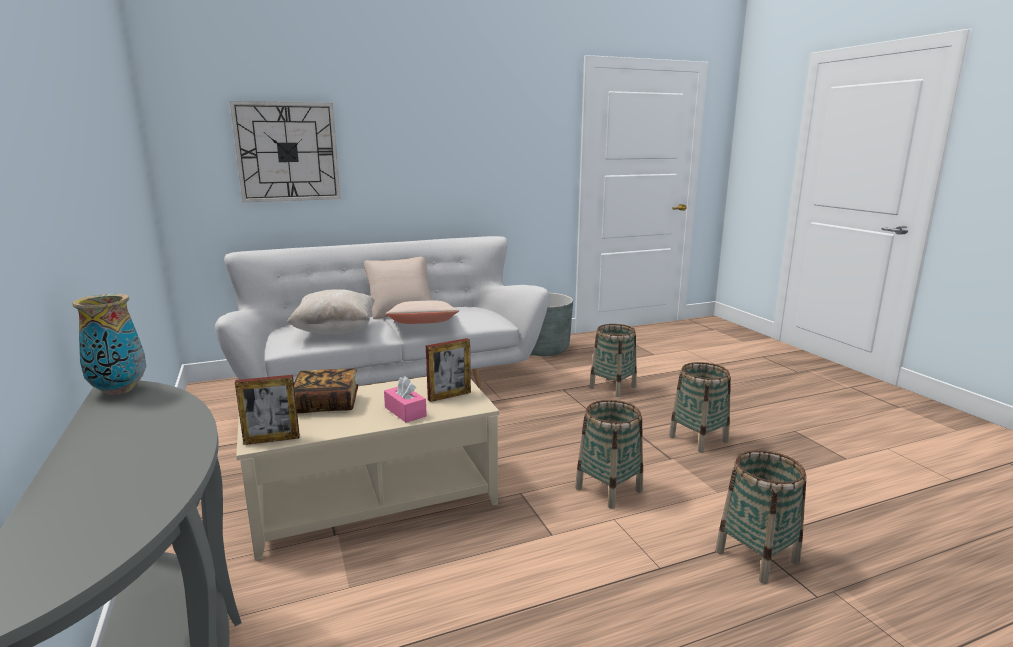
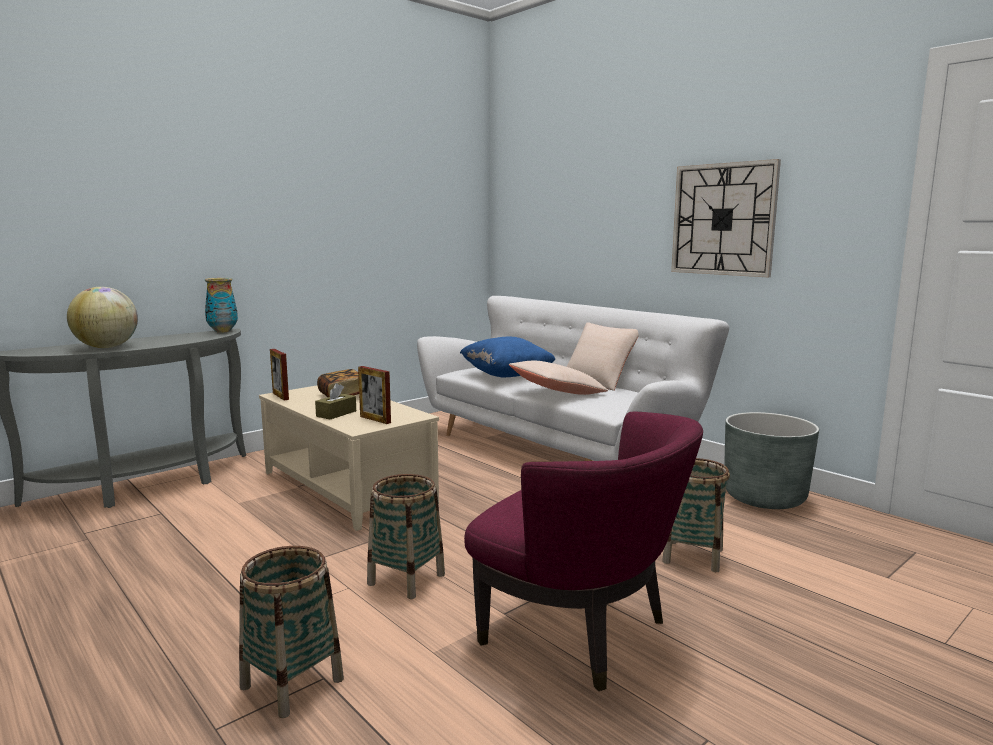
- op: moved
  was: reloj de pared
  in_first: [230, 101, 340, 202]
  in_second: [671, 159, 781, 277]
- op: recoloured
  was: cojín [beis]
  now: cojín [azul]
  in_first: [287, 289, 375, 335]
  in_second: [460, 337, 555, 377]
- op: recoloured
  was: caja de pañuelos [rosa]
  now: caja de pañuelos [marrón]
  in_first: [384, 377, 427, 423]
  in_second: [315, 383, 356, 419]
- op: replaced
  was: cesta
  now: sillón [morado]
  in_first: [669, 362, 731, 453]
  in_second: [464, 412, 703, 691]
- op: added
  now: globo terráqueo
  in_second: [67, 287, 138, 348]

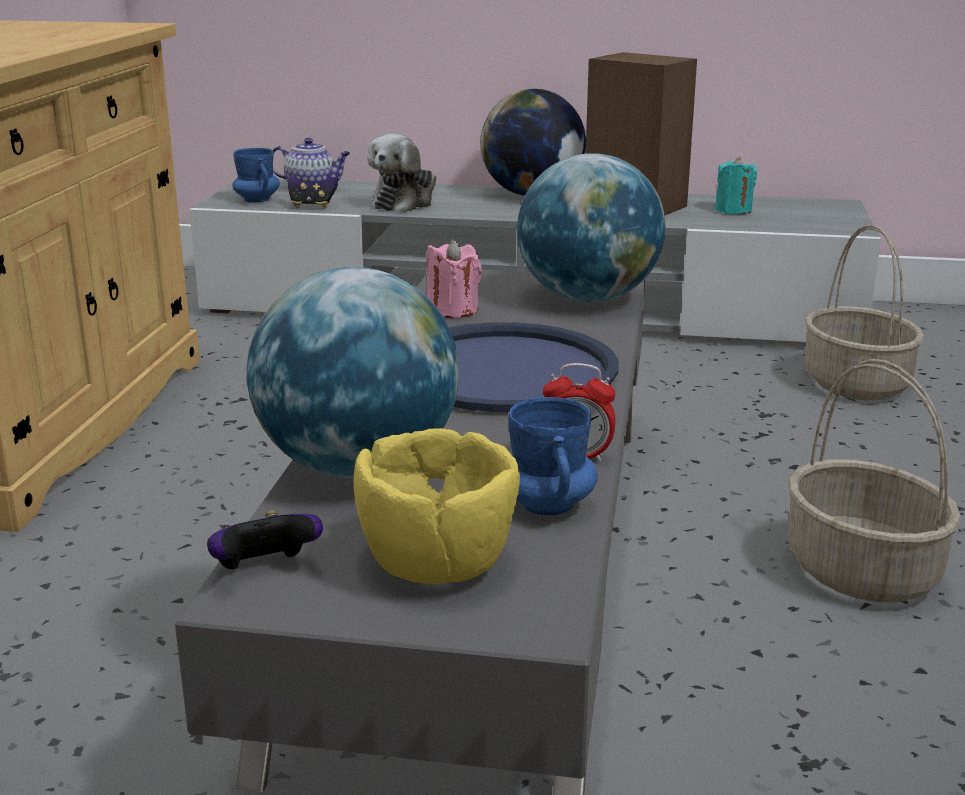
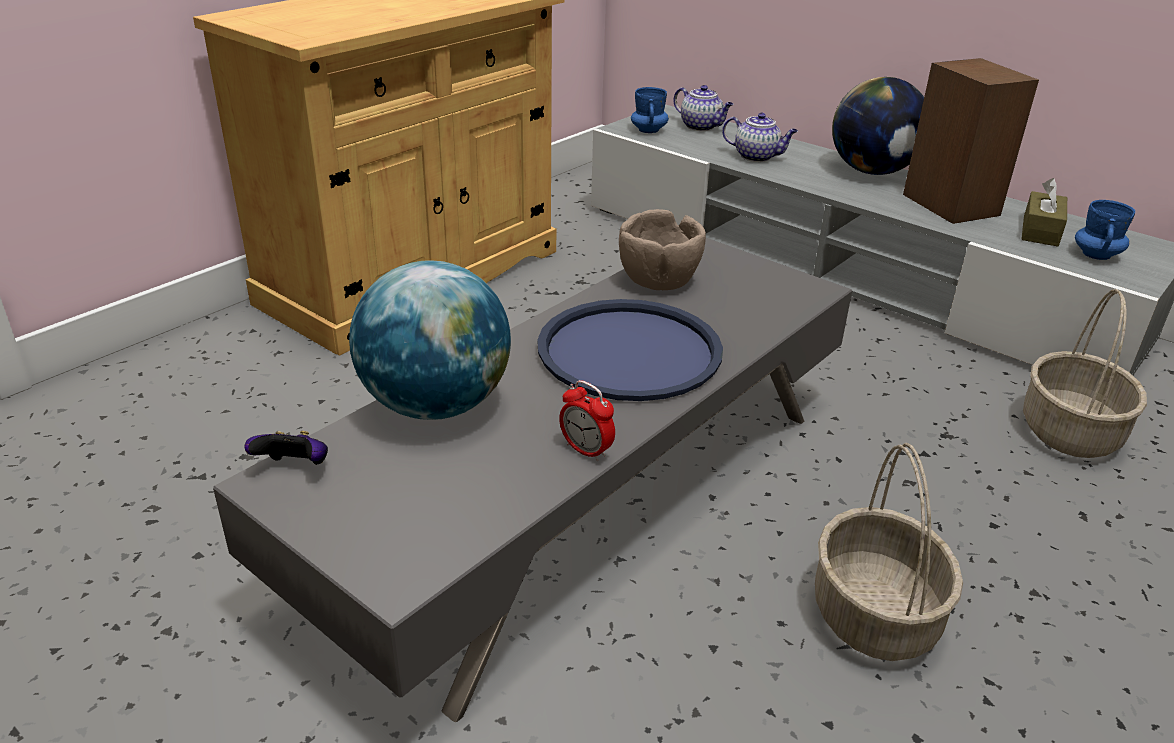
- op: removed
  was: mando de consola
  in_first: [288, 176, 338, 208]
- op: removed
  was: cuenco [amarillo]
  in_first: [354, 428, 520, 584]
- op: replaced
  was: peluche
  now: tetera
  in_first: [367, 134, 436, 212]
  in_second: [722, 113, 798, 162]
- op: replaced
  was: vela [rosa]
  now: cuenco [marrón]
  in_first: [426, 239, 482, 318]
  in_second: [619, 209, 706, 290]
- op: moved
  was: taza grande [azul]
  in_first: [508, 397, 598, 515]
  in_second: [1075, 200, 1135, 260]
- op: removed
  was: globo terráqueo
  in_first: [517, 153, 666, 302]
- op: replaced
  was: vela [turquesa]
  now: caja de pañuelos [marrón]
  in_first: [715, 157, 757, 214]
  in_second: [1022, 178, 1067, 247]

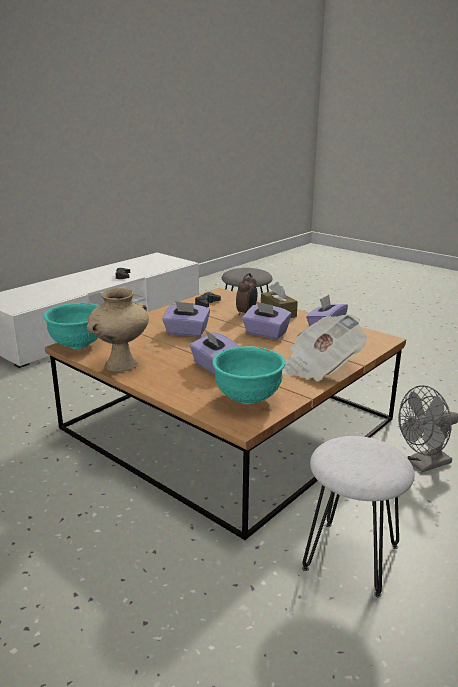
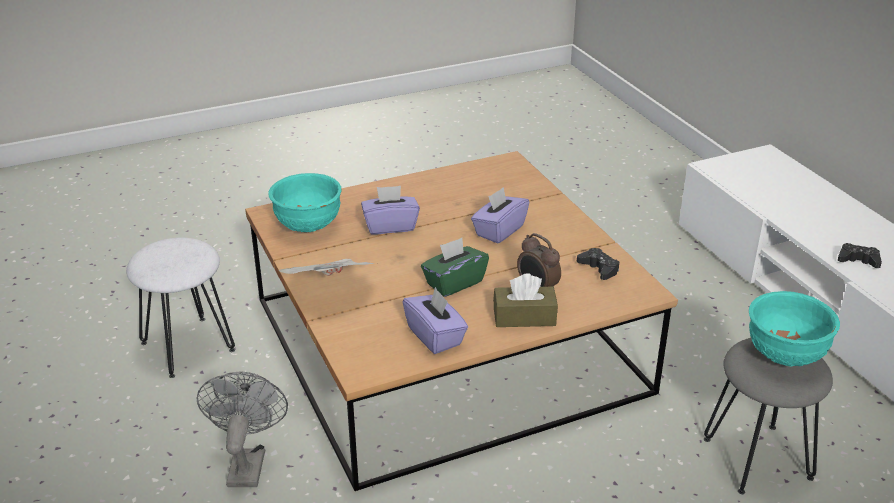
- op: moved
  was: cuenco [turquesa]
  in_first: [44, 303, 100, 349]
  in_second: [749, 291, 840, 367]
- op: removed
  was: florero [beis]
  in_first: [87, 288, 149, 372]
- op: recoloured
  was: caja de pañuelos [morado]
  now: caja de pañuelos [verde]
  in_first: [242, 302, 291, 339]
  in_second: [421, 238, 489, 297]

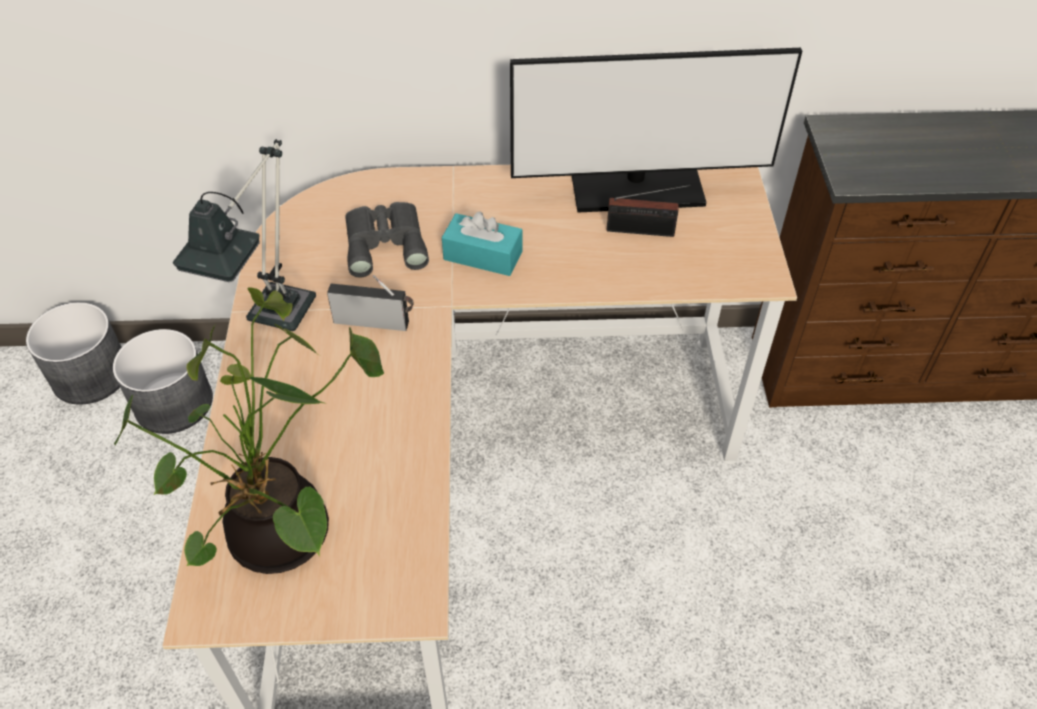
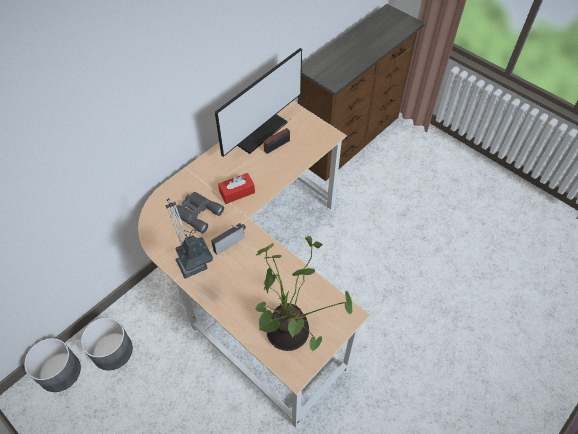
- op: recoloured
  was: caja de pañuelos [turquesa]
  now: caja de pañuelos [rojo]
  in_first: [442, 211, 522, 276]
  in_second: [218, 173, 255, 204]

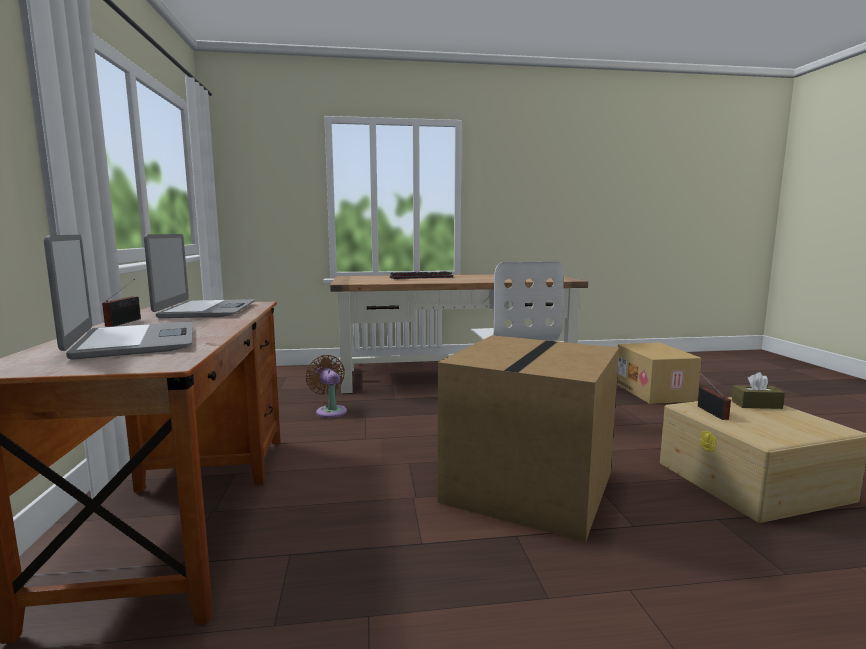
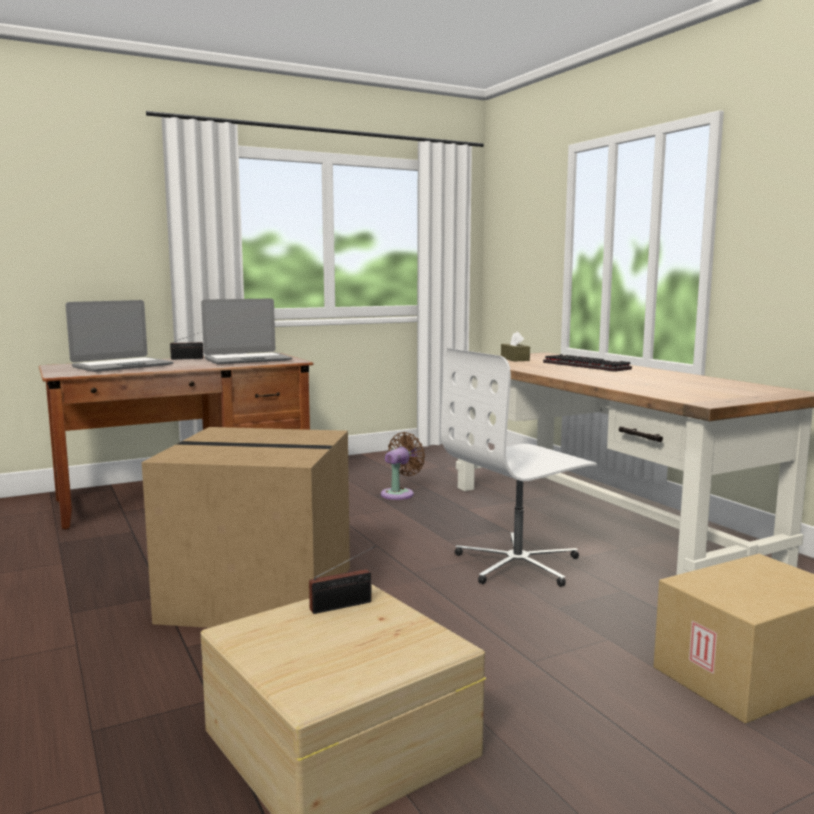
- op: moved
  was: caja de pañuelos [marrón]
  in_first: [732, 372, 785, 409]
  in_second: [501, 331, 530, 361]

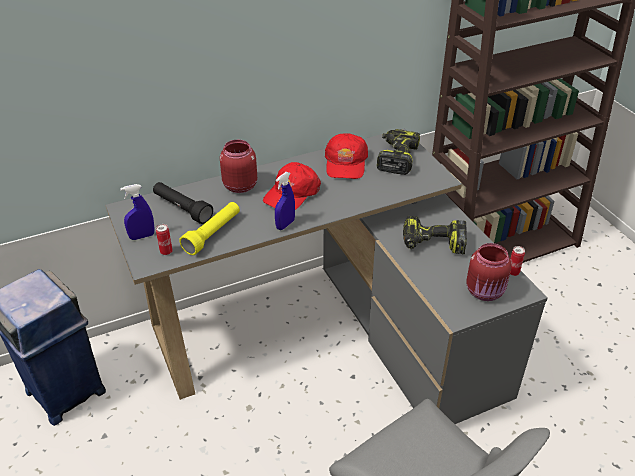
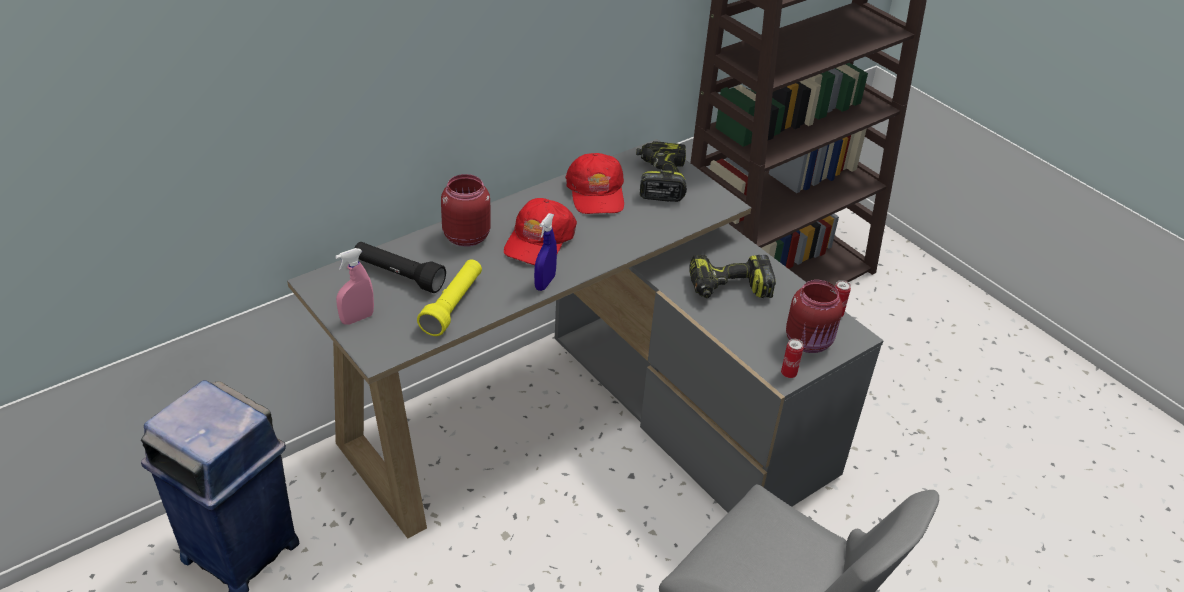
- op: recoloured
  was: pulverizador [azul]
  now: pulverizador [rosa]
  in_first: [120, 184, 154, 240]
  in_second: [335, 248, 374, 325]
- op: moved
  was: lata
  in_first: [156, 224, 173, 255]
  in_second: [781, 339, 804, 378]

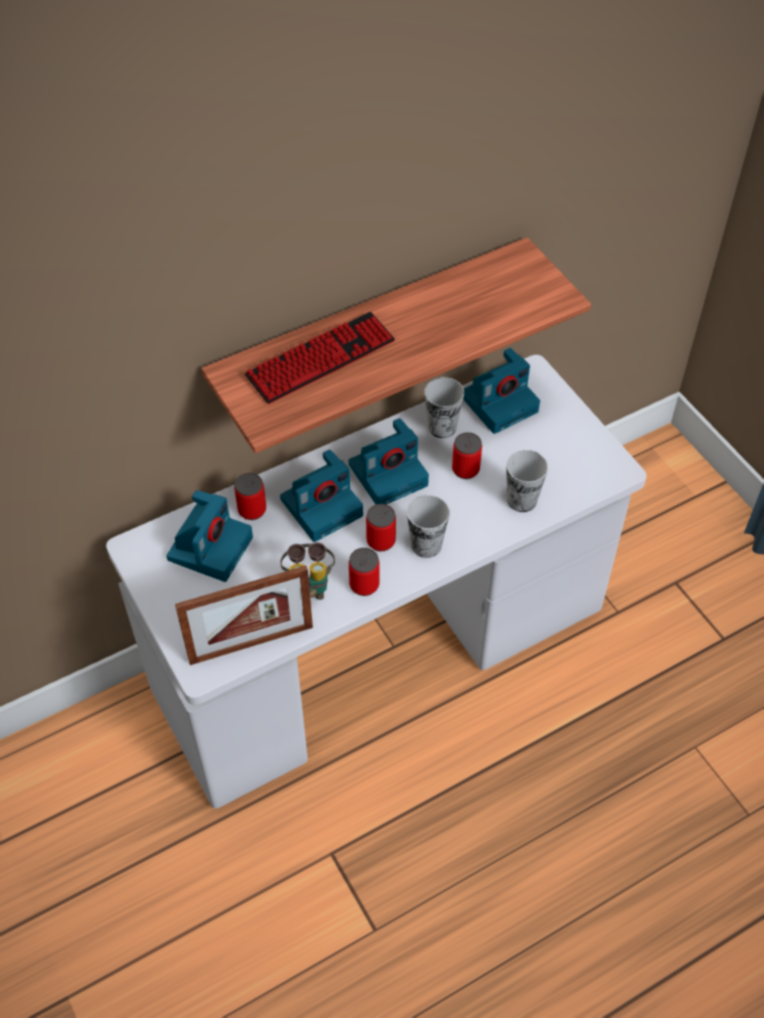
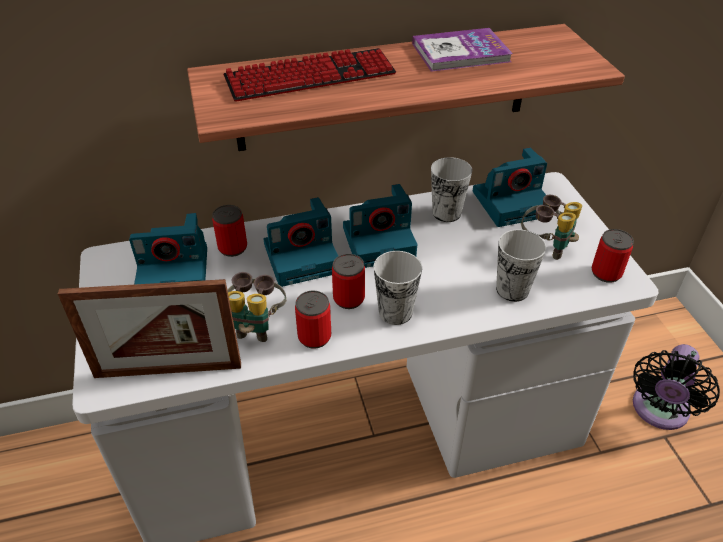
- op: turned
  was: cámara
  in_first: [166, 490, 253, 582]
  in_second: [129, 213, 207, 285]
  clockwise: 45
- op: moved
  was: lata
  in_first: [452, 432, 482, 479]
  in_second: [592, 229, 634, 283]
- op: added
  now: libro
  in_second: [412, 28, 513, 72]
- op: added
  now: prismáticos
  in_second: [521, 195, 582, 260]
- op: added
  now: ventilador [negro]
  in_second: [633, 344, 720, 430]

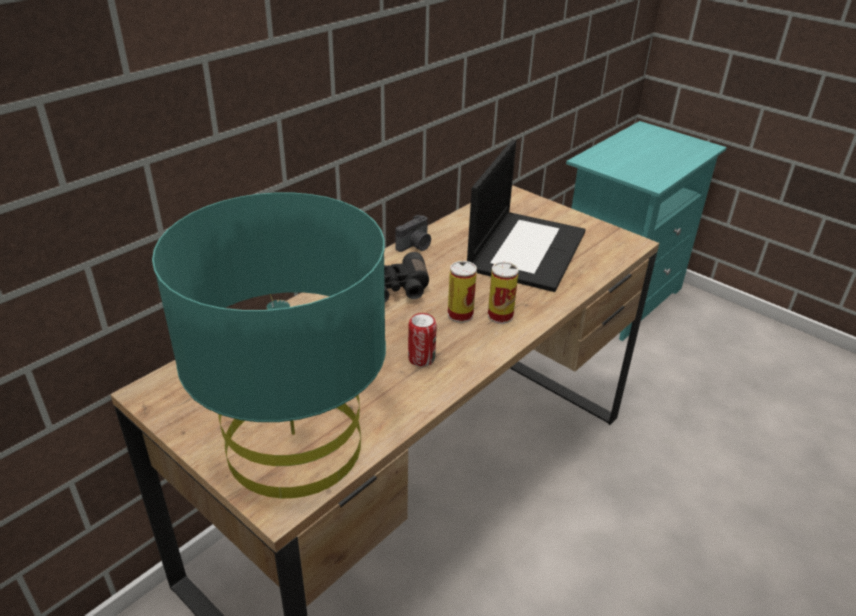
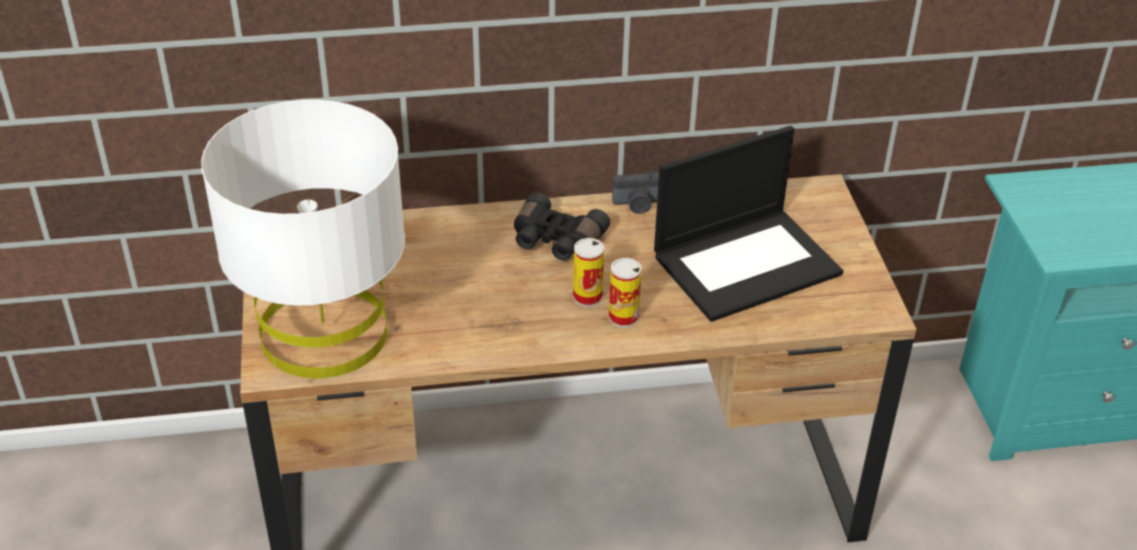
- op: recoloured
  was: lámpara de mesa [turquesa]
  now: lámpara de mesa [blanco]
  in_first: [152, 192, 386, 498]
  in_second: [201, 100, 405, 378]
- op: removed
  was: lata
  in_first: [408, 313, 437, 367]

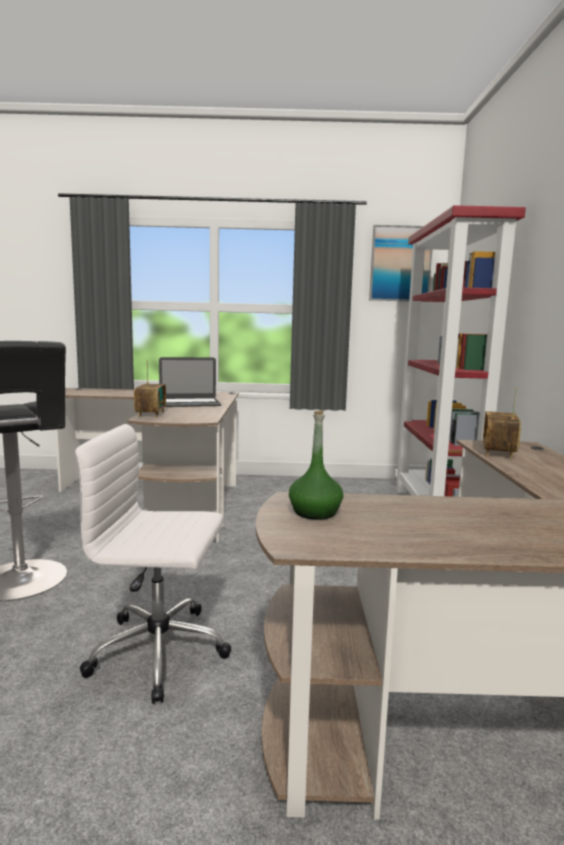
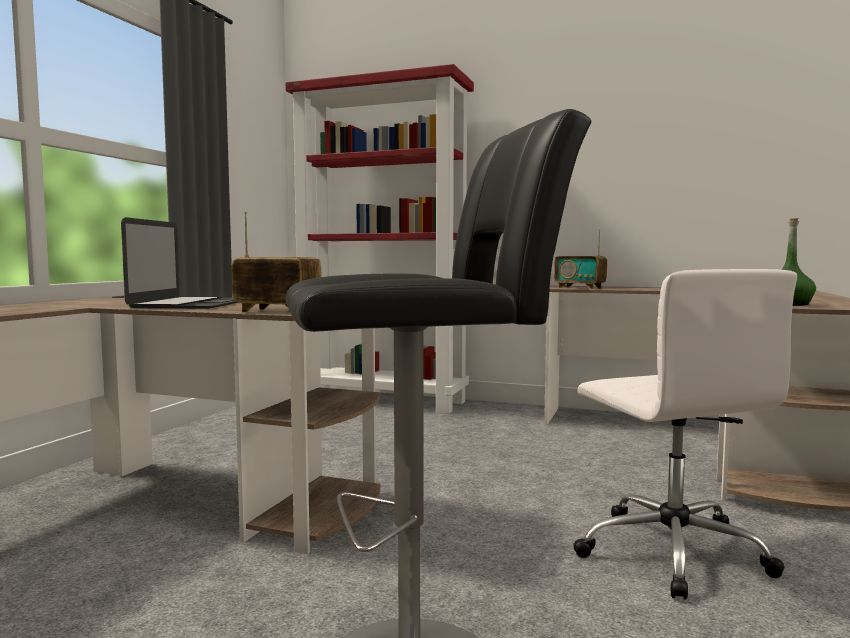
- op: turned
  was: silla de oficina [blanco]
  in_first: [75, 424, 231, 704]
  in_second: [573, 269, 797, 599]
  clockwise: -45
- op: removed
  was: cuadro
  in_first: [369, 225, 433, 301]

